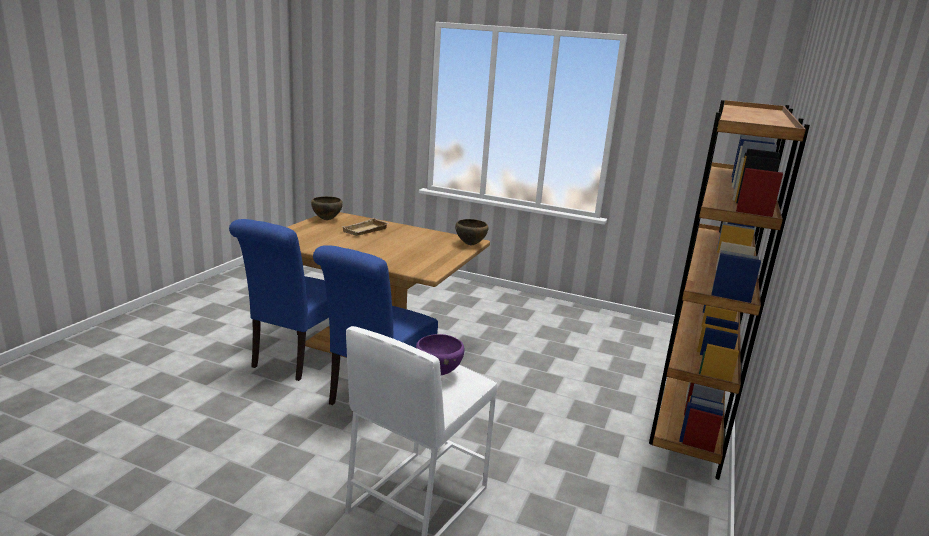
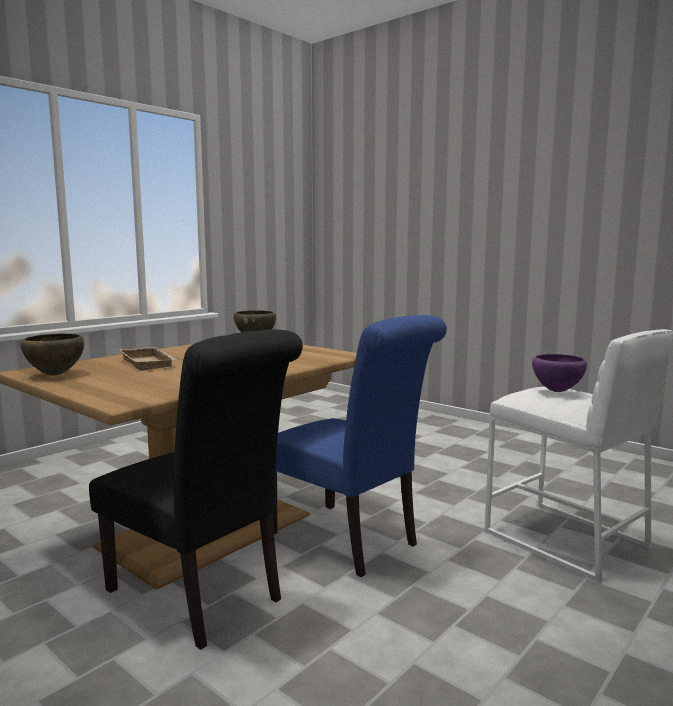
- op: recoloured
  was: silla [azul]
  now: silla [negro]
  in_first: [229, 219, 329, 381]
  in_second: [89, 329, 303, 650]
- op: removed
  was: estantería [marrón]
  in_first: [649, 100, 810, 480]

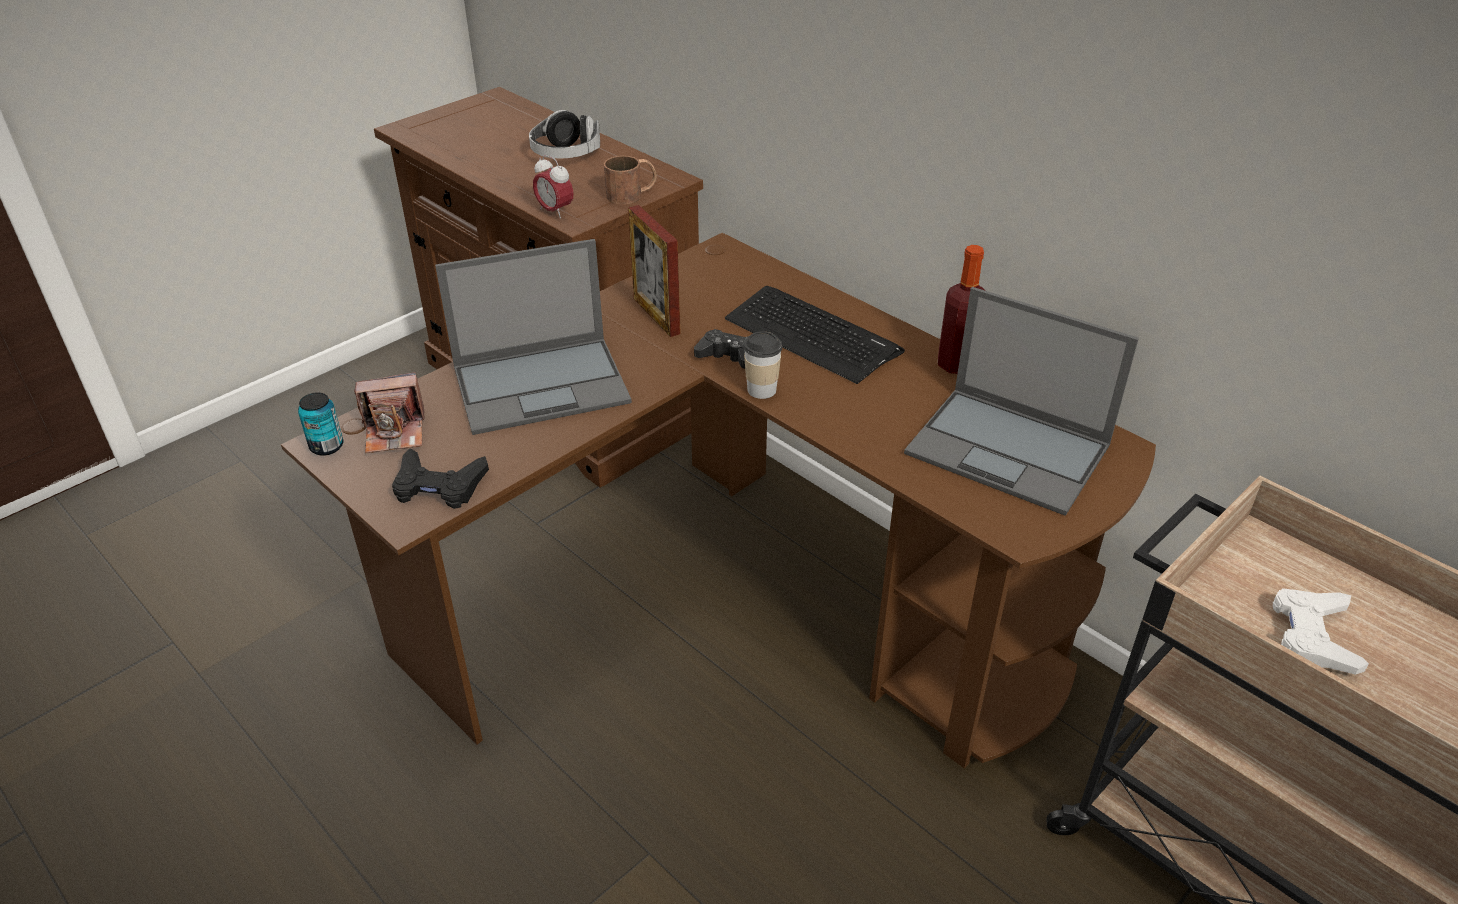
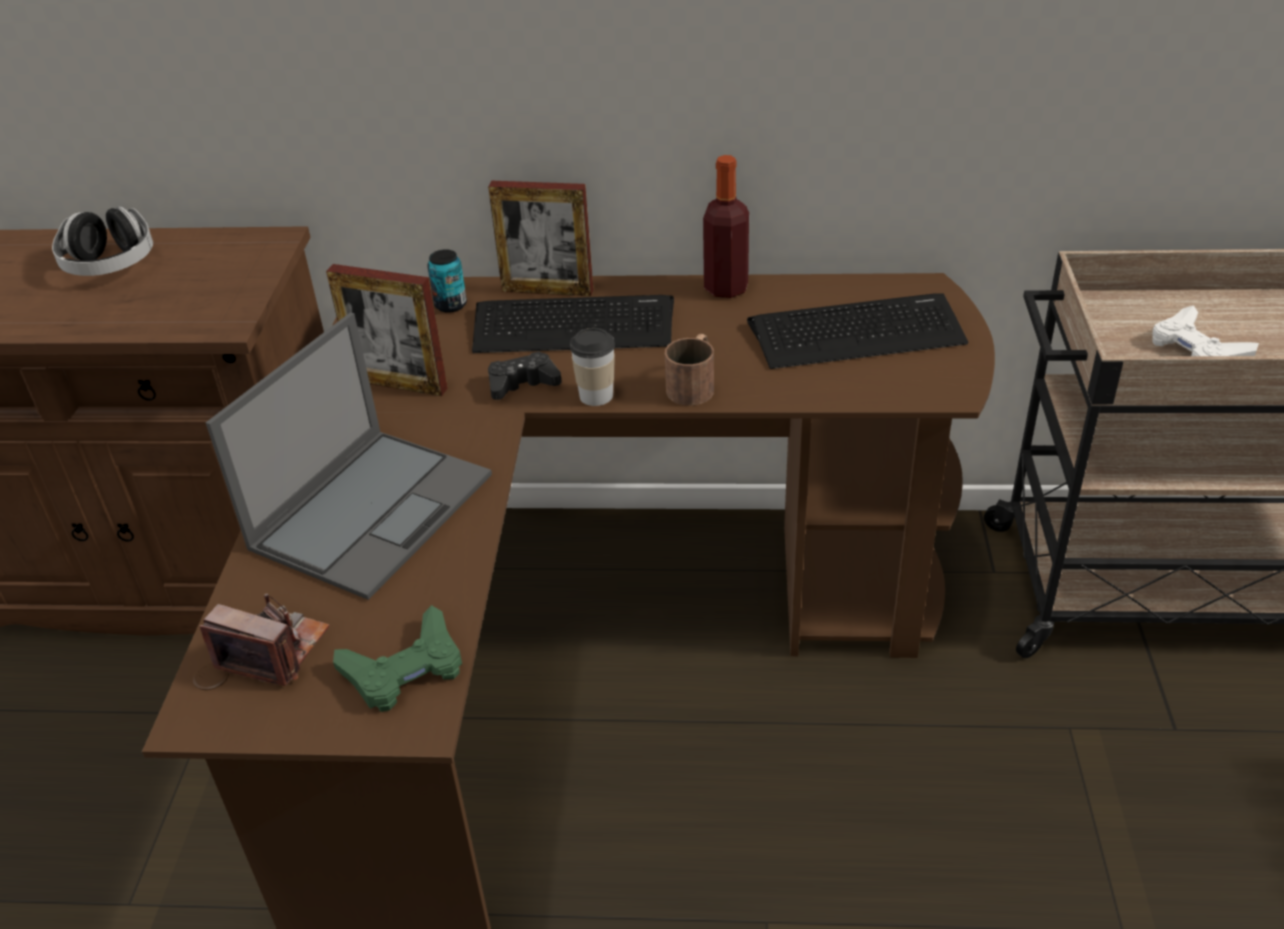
- op: moved
  was: lata
  in_first: [298, 392, 343, 456]
  in_second: [427, 249, 467, 313]
- op: turned
  was: cámara
  in_first: [354, 372, 424, 453]
  in_second: [200, 594, 330, 686]
  clockwise: -105
- op: recoloured
  was: mando de consola [negro]
  now: mando de consola [verde]
  in_first: [392, 448, 489, 509]
  in_second: [333, 605, 462, 712]
- op: removed
  was: despertador
  in_first: [533, 155, 574, 219]
- op: moved
  was: taza grande [marrón]
  in_first: [604, 156, 657, 204]
  in_second: [665, 334, 714, 406]
- op: replaced
  was: portátil
  now: teclado
  in_first: [904, 287, 1139, 516]
  in_second: [747, 294, 968, 369]
- op: added
  now: portarretratos
  in_second: [488, 181, 593, 296]

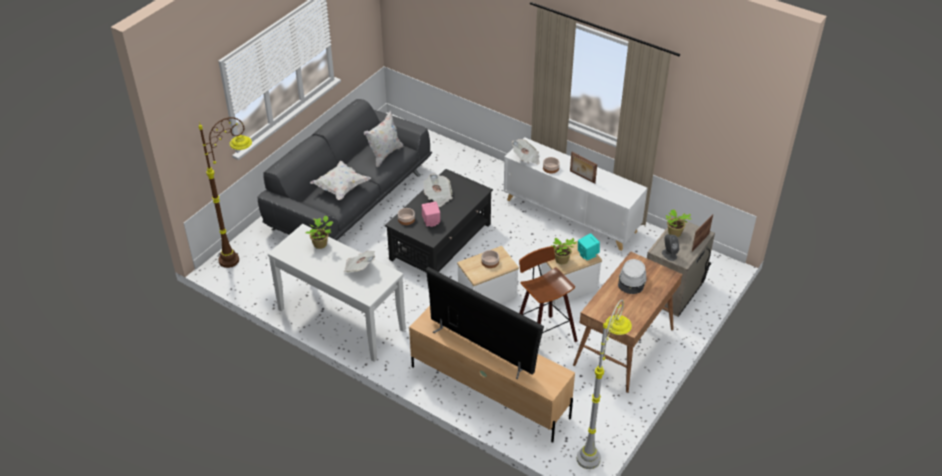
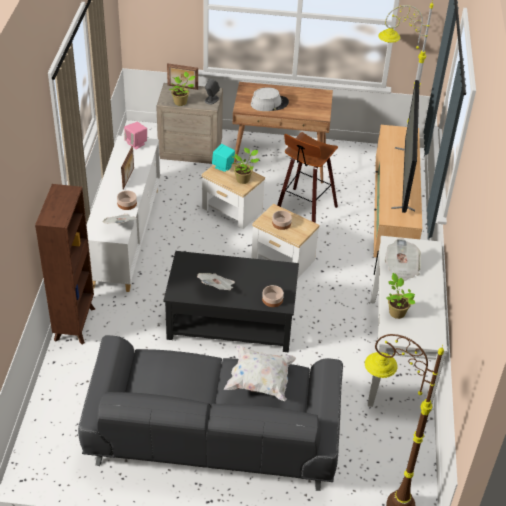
- op: removed
  was: cojín [blanco]
  in_first: [364, 110, 403, 167]
- op: moved
  was: altavoz [rosa]
  in_first: [422, 201, 440, 227]
  in_second: [124, 122, 147, 149]
- op: added
  now: estantería [marrón]
  in_second: [35, 184, 95, 344]

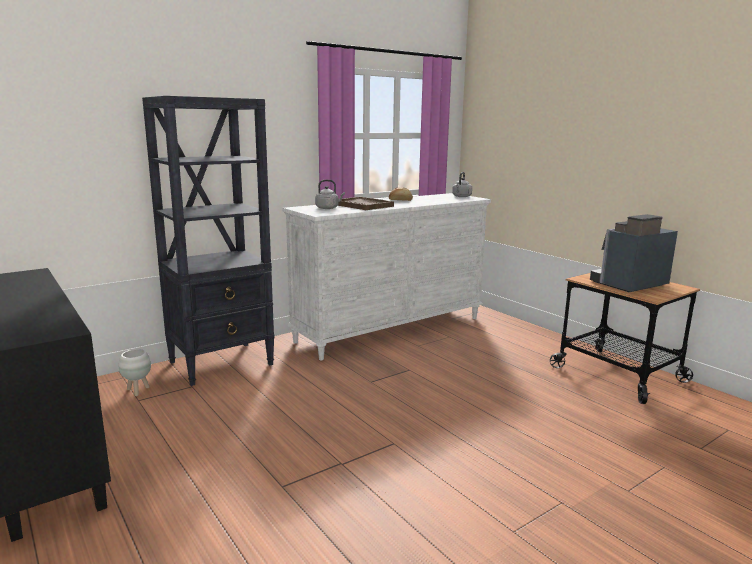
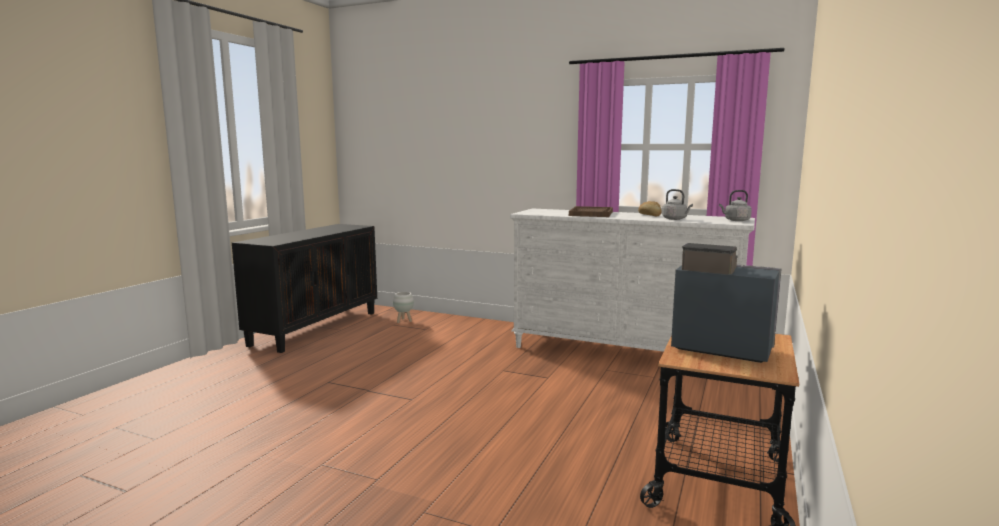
- op: removed
  was: estantería [negro]
  in_first: [142, 96, 274, 386]
- op: moved
  was: hervidor [gris]
  in_first: [315, 180, 345, 209]
  in_second: [662, 189, 693, 220]

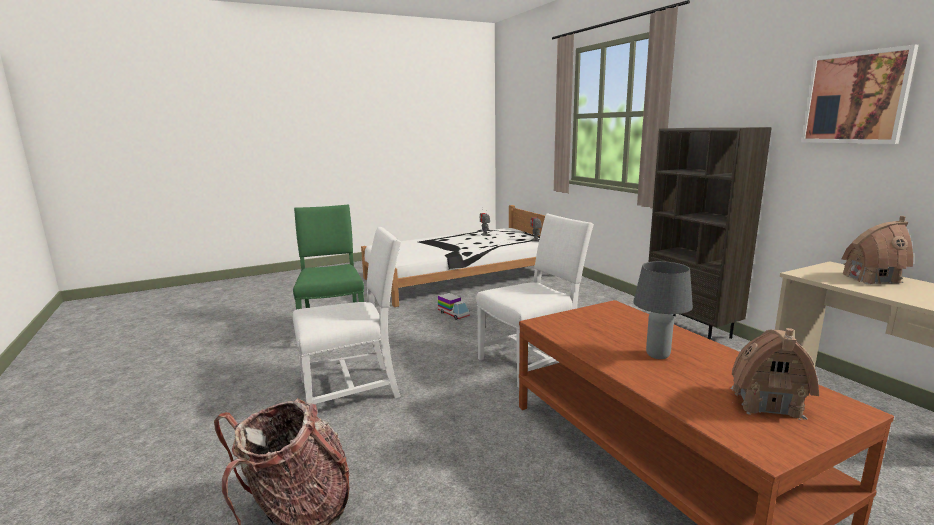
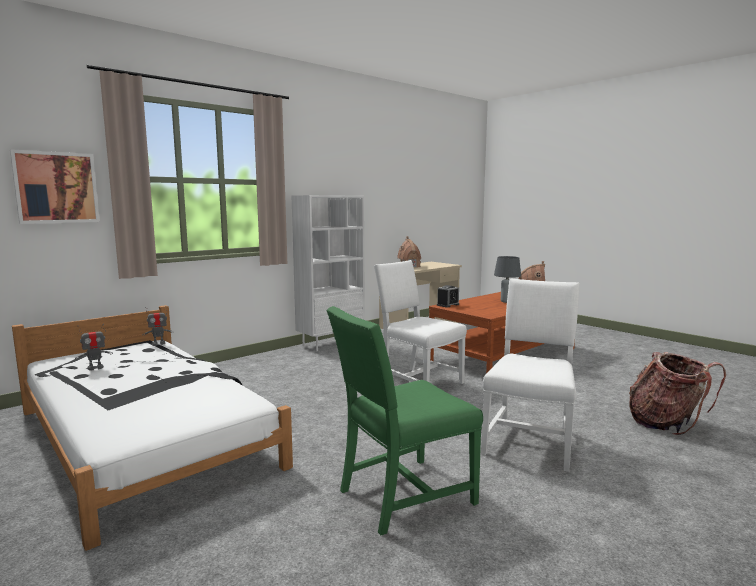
- op: turned
  was: silla [blanco]
  in_first: [293, 227, 401, 404]
  in_second: [481, 278, 580, 472]
  clockwise: 60
- op: removed
  was: camión de juguete
  in_first: [438, 293, 470, 320]
- op: recoloured
  was: estantería [marrón]
  now: estantería [blanco]
  in_first: [649, 127, 772, 340]
  in_second: [292, 195, 365, 351]
- op: moved
  was: cuadro
  in_first: [801, 44, 919, 144]
  in_second: [10, 149, 100, 224]
- op: added
  now: despertador
  in_second: [437, 285, 459, 308]

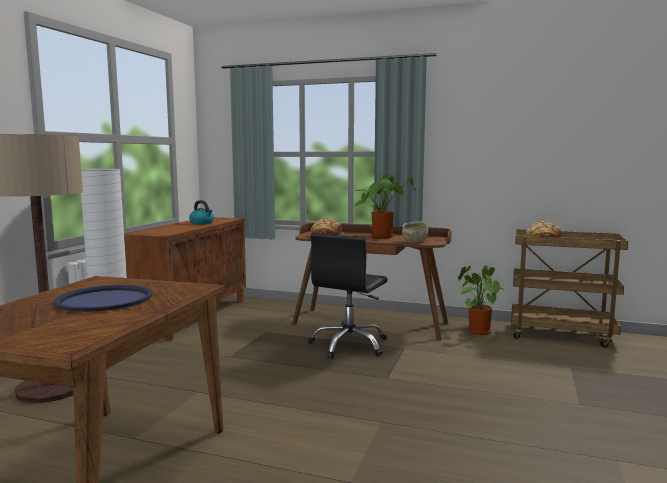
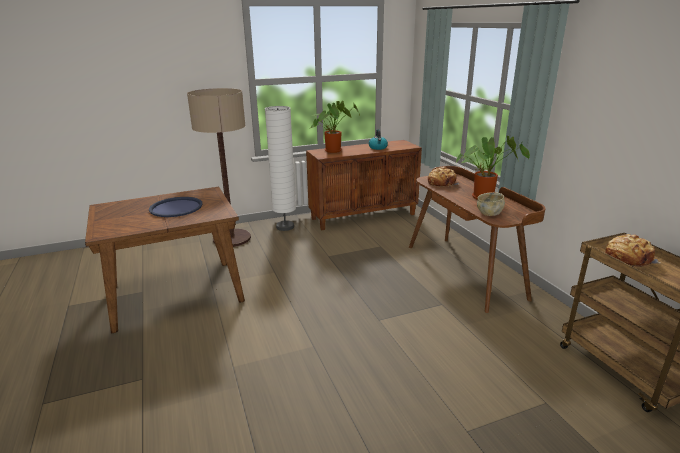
- op: removed
  was: silla de oficina [negro]
  in_first: [308, 234, 388, 359]
- op: moved
  was: planta en maceta
  in_first: [458, 265, 503, 335]
  in_second: [310, 101, 360, 153]

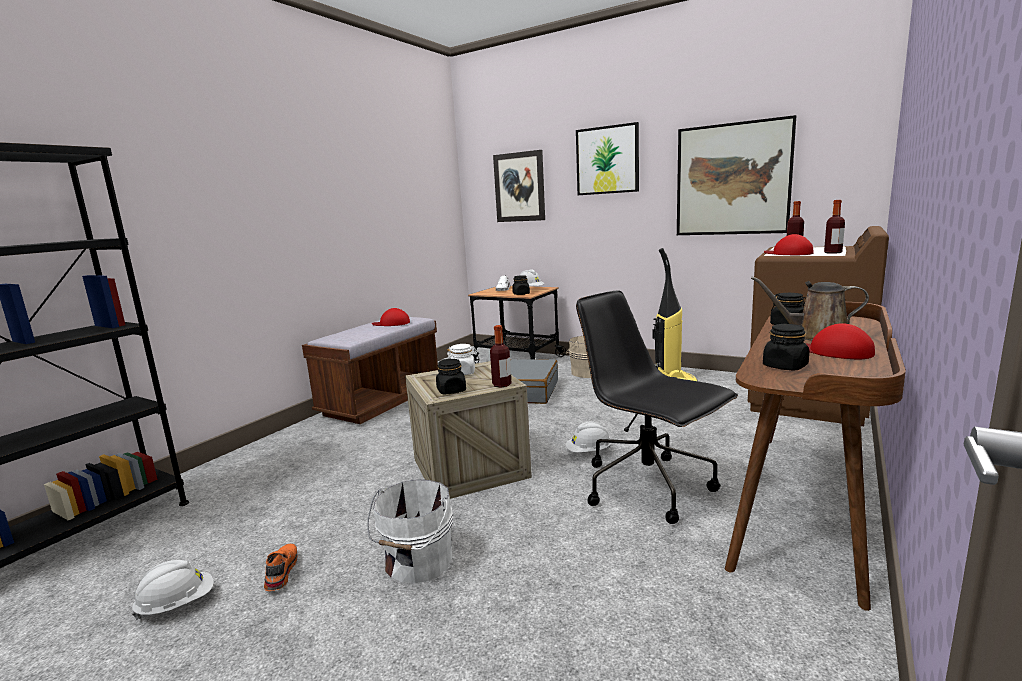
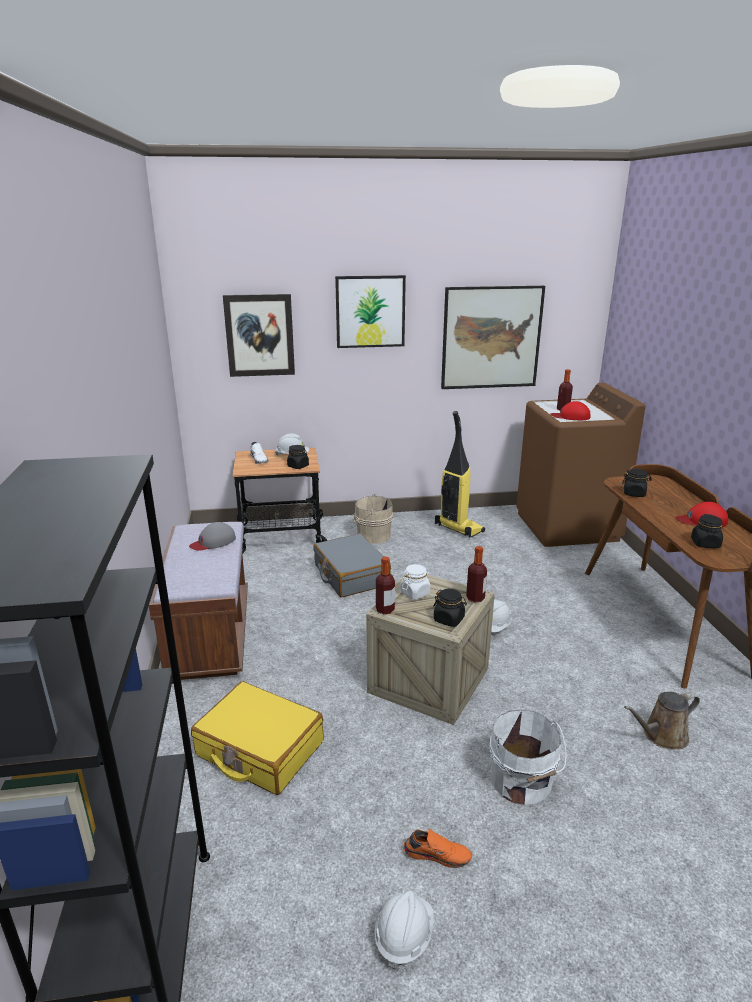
- op: turned
  was: zapato [naranja]
  in_first: [264, 544, 298, 591]
  in_second: [404, 829, 472, 868]
  clockwise: 150
- op: recoloured
  was: gorra [rojo]
  now: gorra [gris]
  in_first: [372, 308, 410, 326]
  in_second: [189, 522, 236, 550]
- op: removed
  was: silla de oficina [negro]
  in_first: [576, 291, 738, 524]
- op: moved
  was: regadera [marrón]
  in_first: [751, 277, 869, 341]
  in_second: [624, 692, 700, 749]
- op: moved
  was: botella
  in_first: [824, 200, 845, 254]
  in_second: [376, 557, 395, 614]
- op: added
  now: maleta [amarillo]
  in_second: [191, 681, 324, 795]

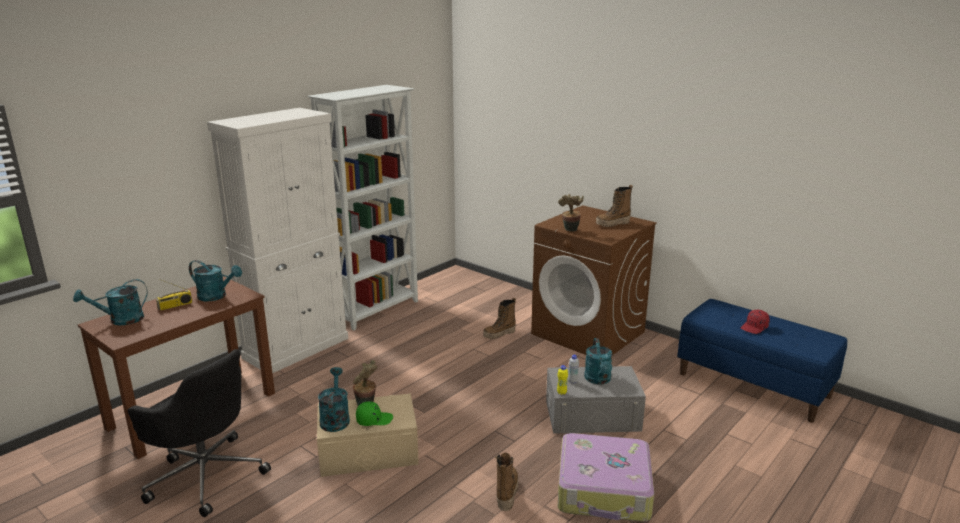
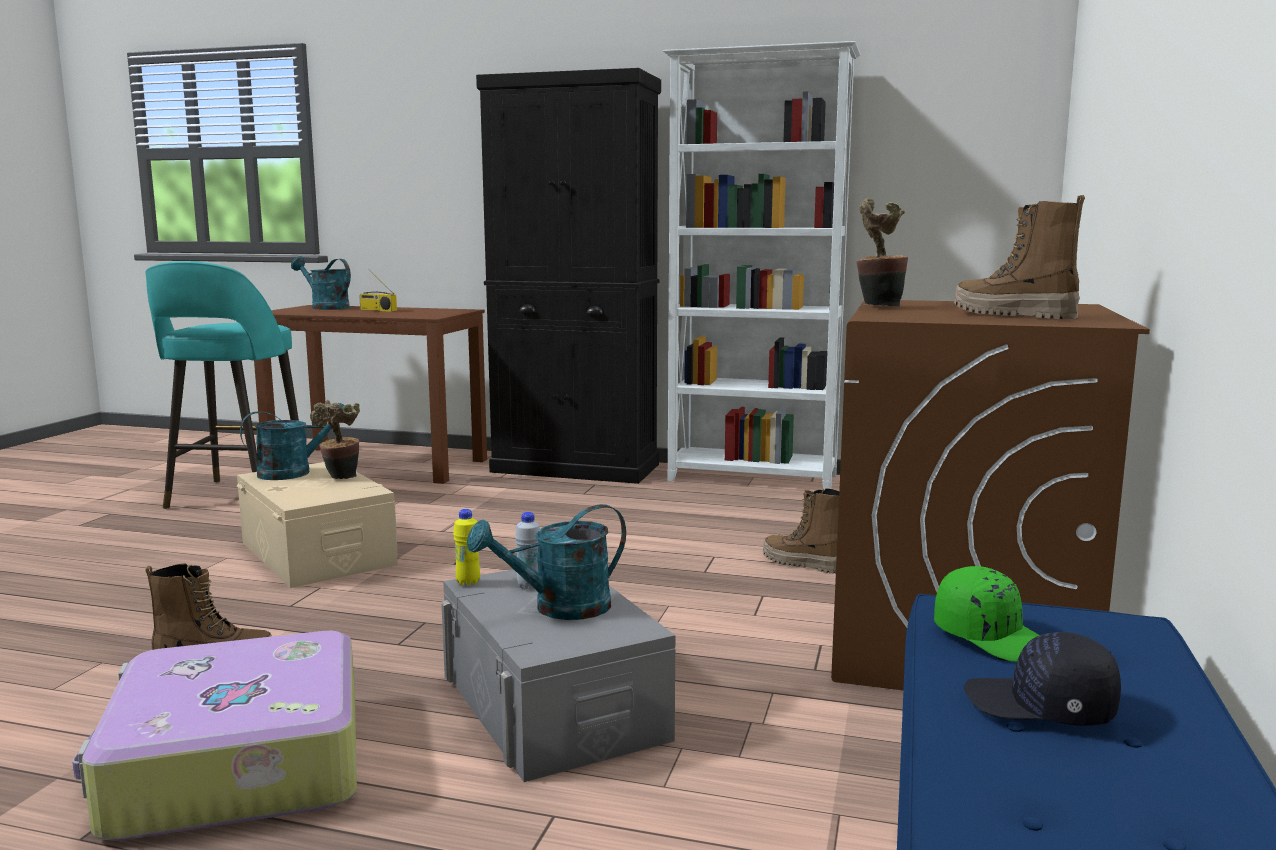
- op: replaced
  was: silla de oficina [negro]
  now: taburete [turquesa]
  in_first: [127, 349, 271, 517]
  in_second: [145, 261, 299, 509]
- op: removed
  was: regadera [turquesa]
  in_first: [189, 260, 242, 301]
- op: recoloured
  was: armario [blanco]
  now: armario [negro]
  in_first: [207, 108, 348, 373]
  in_second: [476, 68, 661, 484]
- op: moved
  was: gorra [verde]
  in_first: [356, 401, 393, 426]
  in_second: [934, 566, 1040, 662]
- op: recoloured
  was: gorra [rojo]
  now: gorra [negro]
  in_first: [741, 310, 770, 334]
  in_second: [964, 632, 1121, 726]

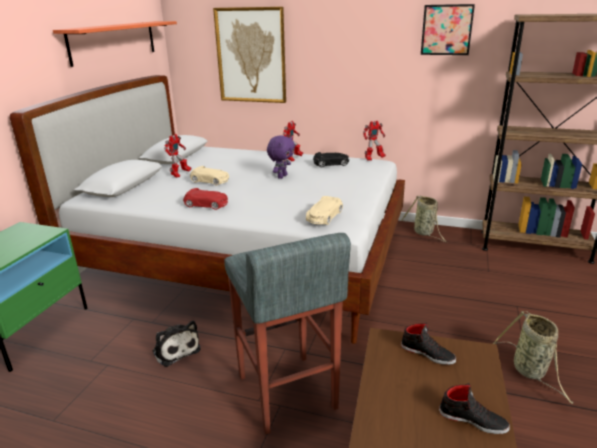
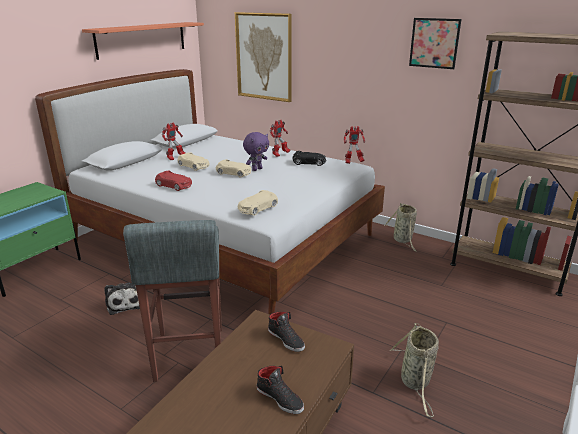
- op: added
  now: coche de juguete [beis]
  in_second: [216, 159, 251, 177]

